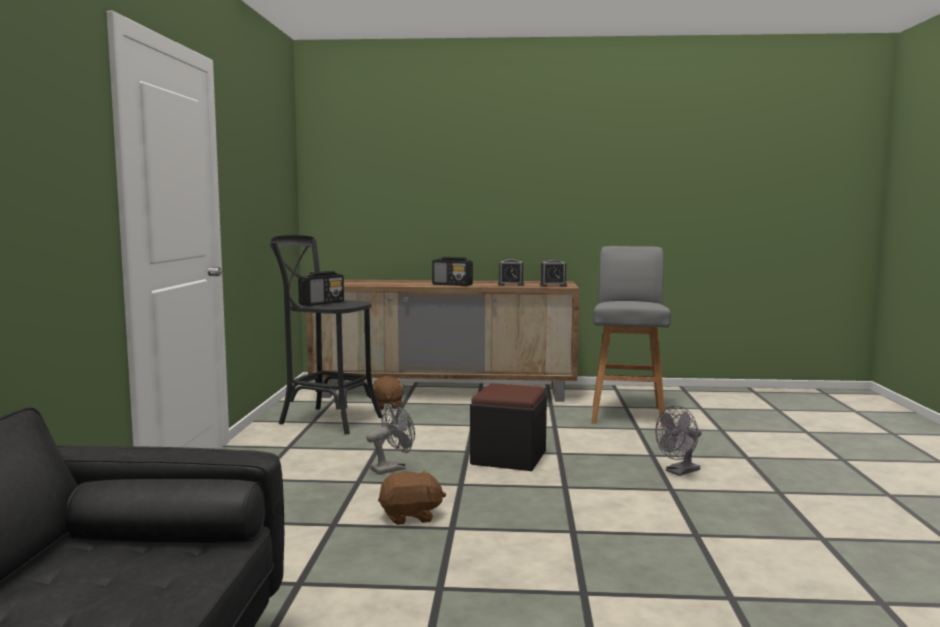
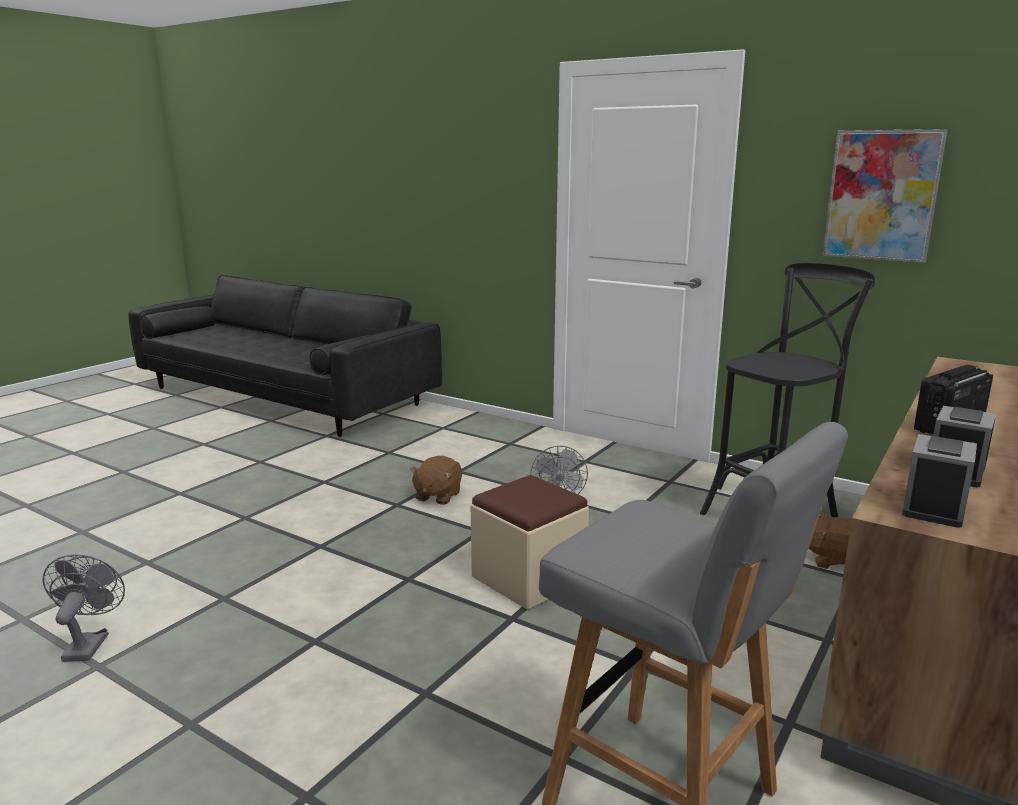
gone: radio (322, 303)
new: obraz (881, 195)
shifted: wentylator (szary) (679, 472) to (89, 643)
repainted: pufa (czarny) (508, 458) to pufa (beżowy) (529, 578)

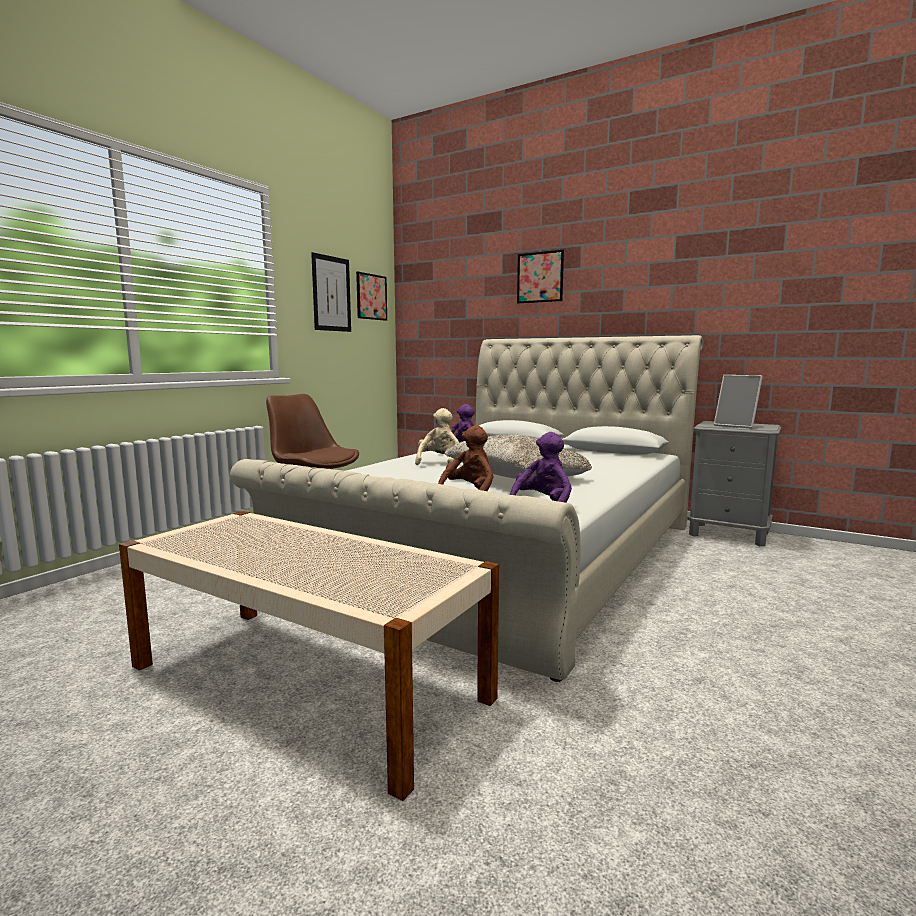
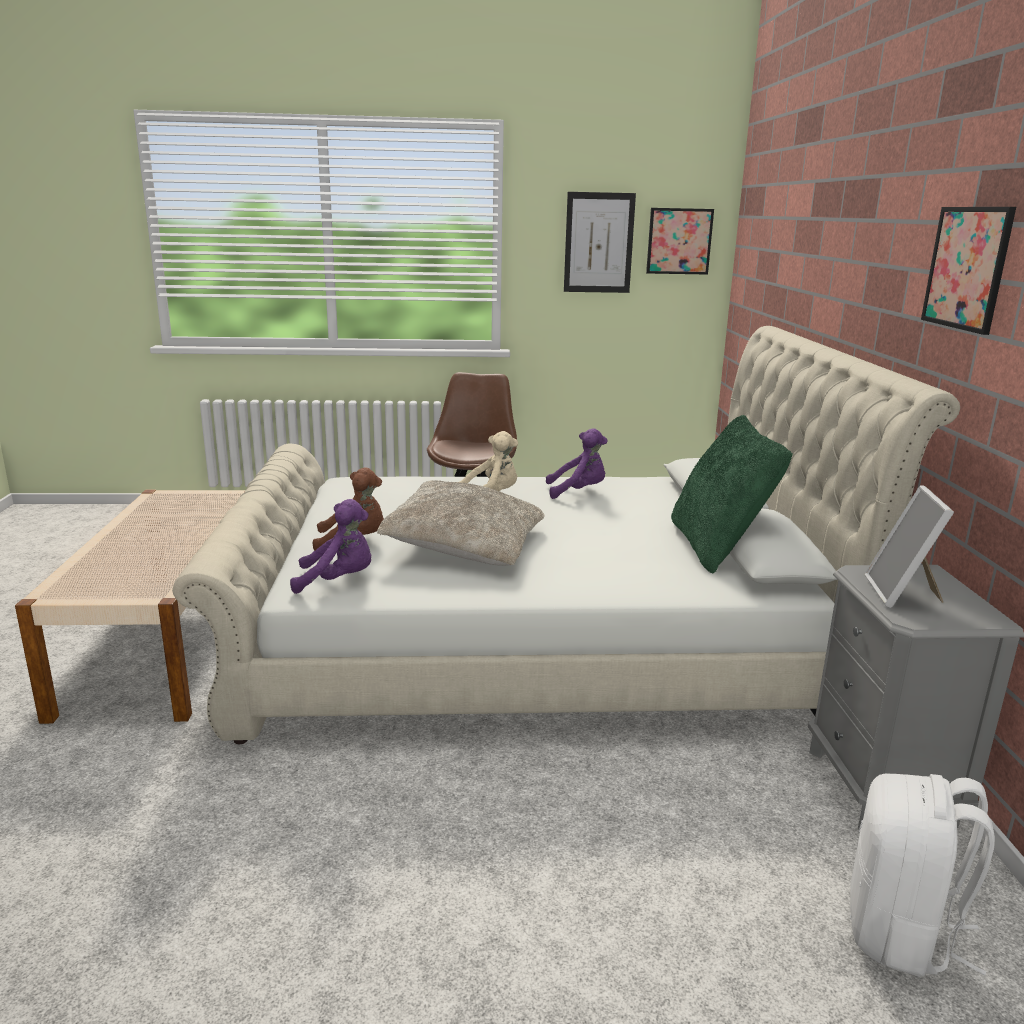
new: poduszka (zielony) (718, 546); plecak (biały) (901, 932)
shifted: obraz (540, 277) to (967, 268)

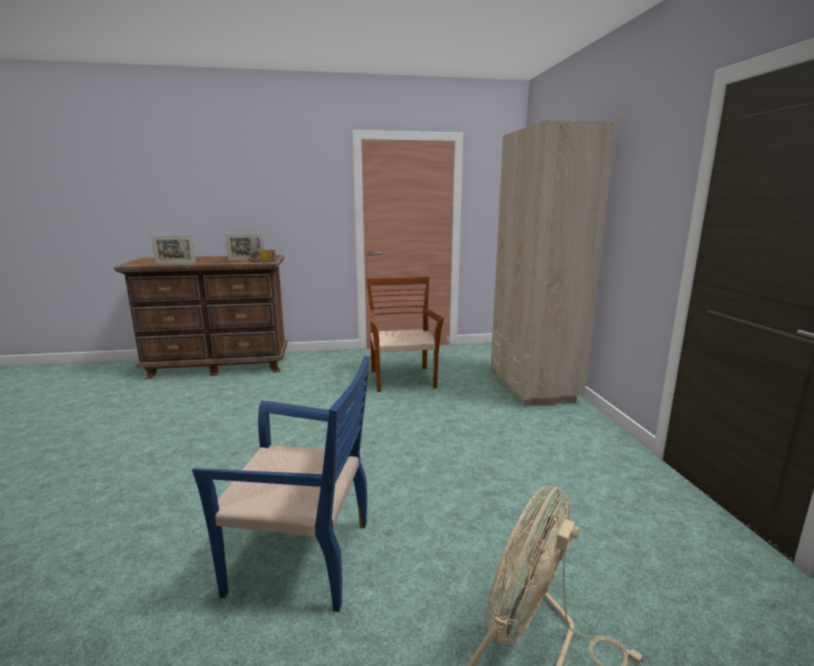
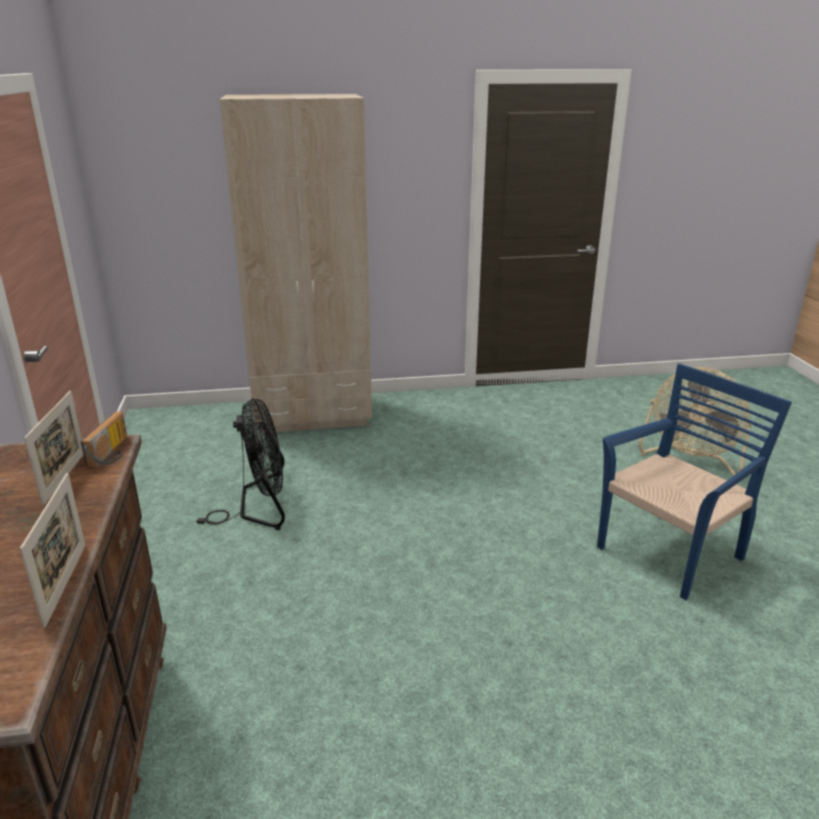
swapped: fotel (brązowy) (402, 379) to wentylator (czarny) (257, 504)
rotated: fotel (niebieski) (302, 557) = (670, 552) 45 degrees clockwise

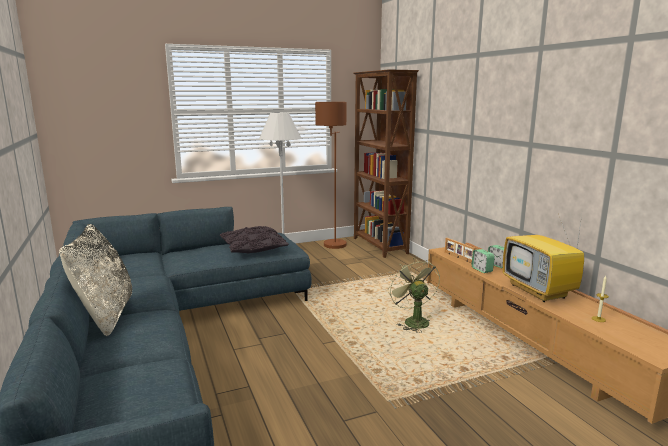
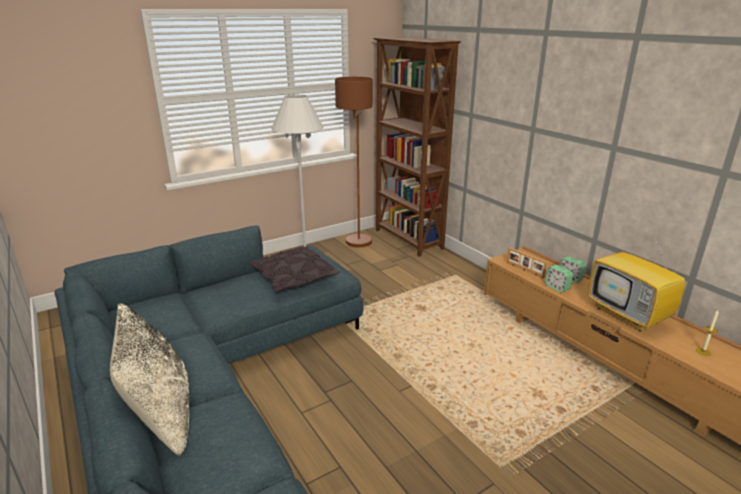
gone: wentylator (zielony) (413, 321)

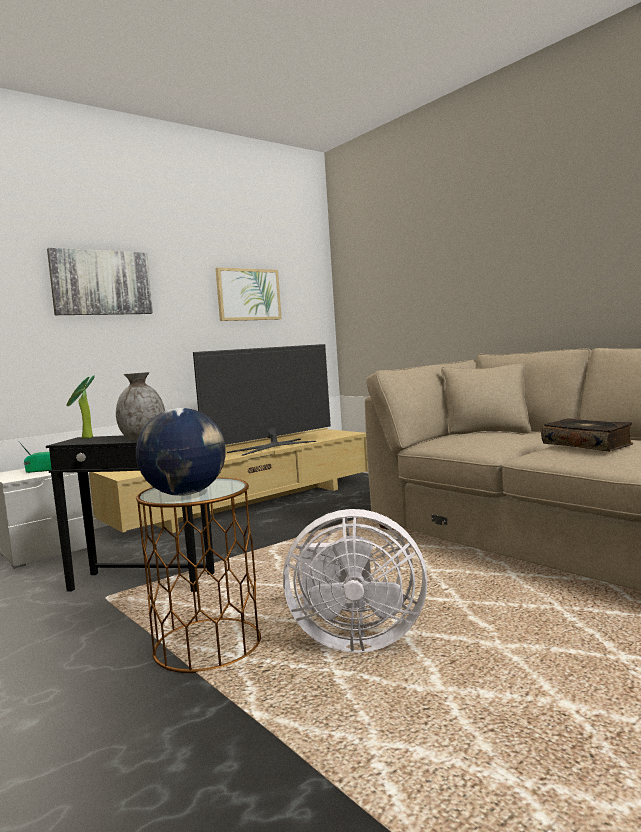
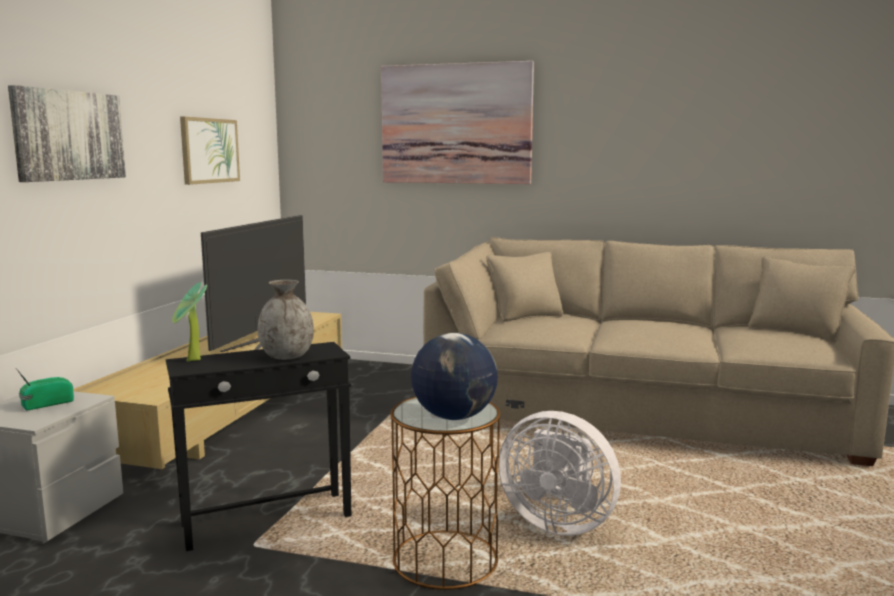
gone: książka (587, 444)
new: obraz (456, 124)
rotated: wentylator (biały) (354, 639) = (557, 522) 60 degrees clockwise

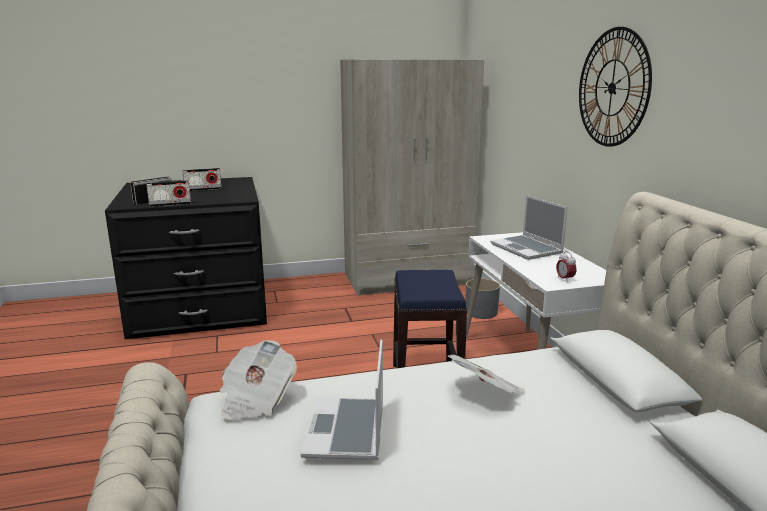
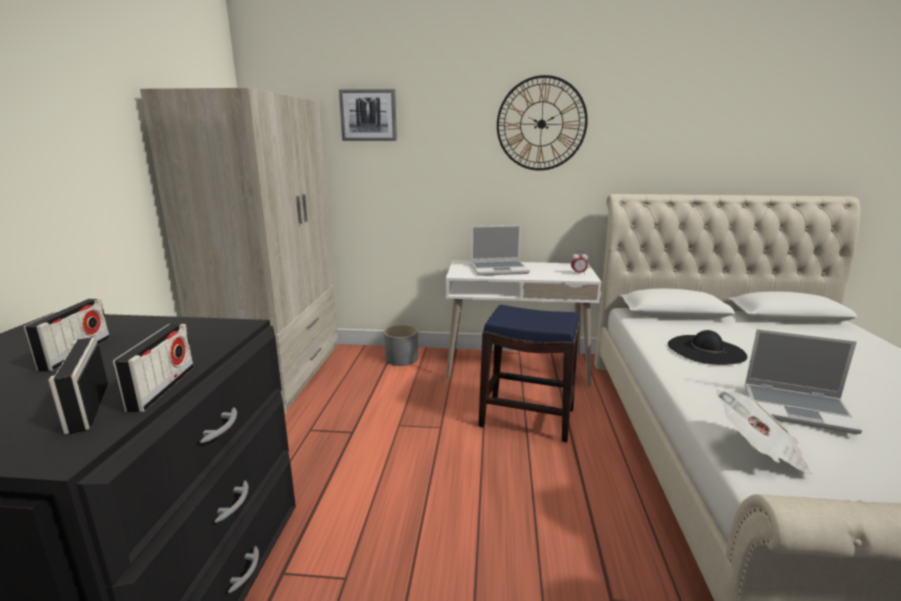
new: obraz (368, 115)
swapped: gazeta (486, 393) to kapelusz (czarny) (706, 350)

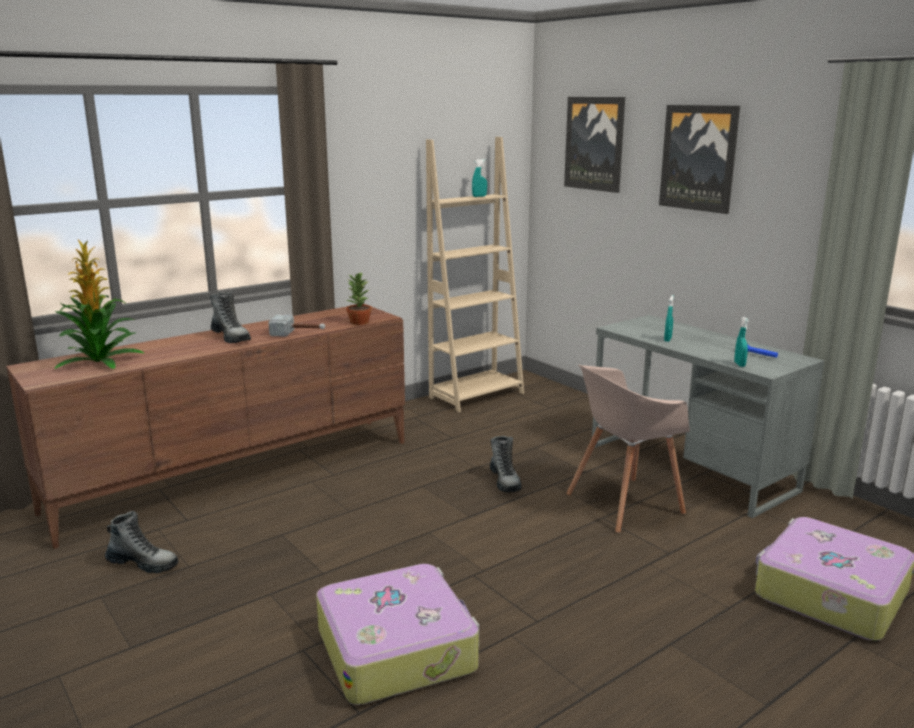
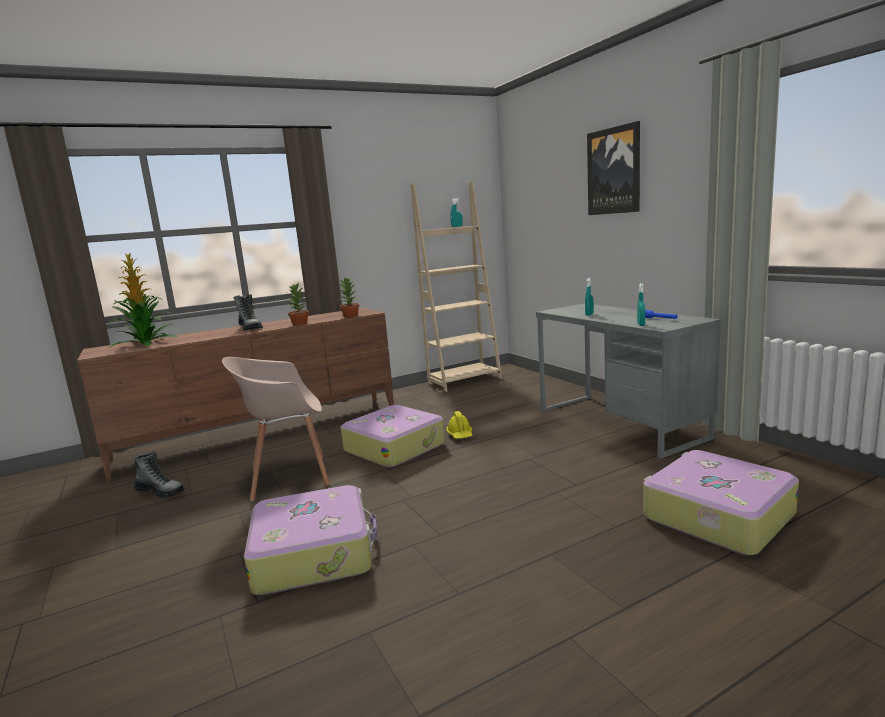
gone: obraz (595, 143)
new: walizka (395, 447)
shifted: krzesło (beżowy) (623, 504) to (288, 478)
swapped: młotek (298, 333) to roślina doniczkowa (299, 324); but z cholewką (505, 481) to kask (żółty) (460, 435)

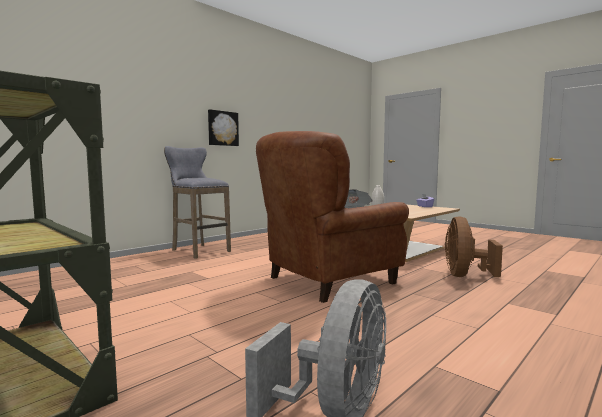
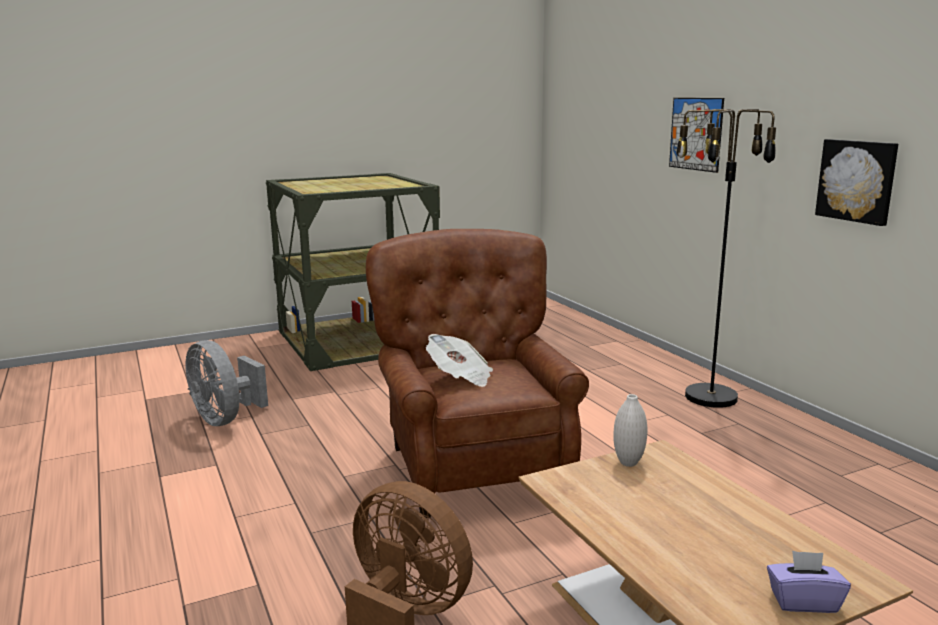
new: obraz (695, 134)
swapped: stołek (szary) (198, 250) to lampa stojąca (709, 397)

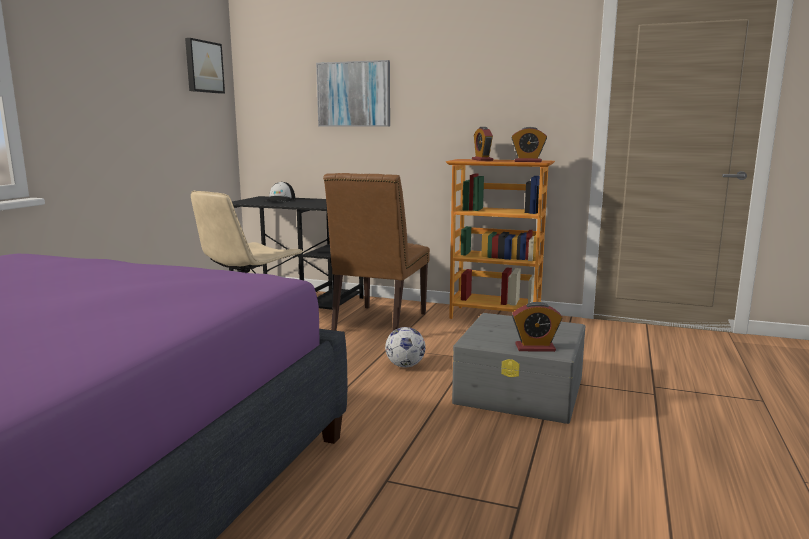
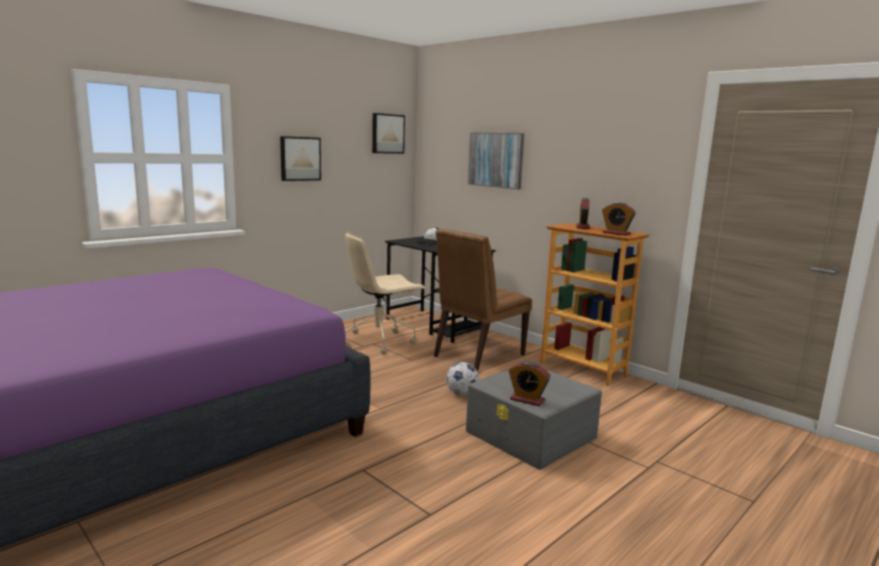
new: obraz (299, 158)

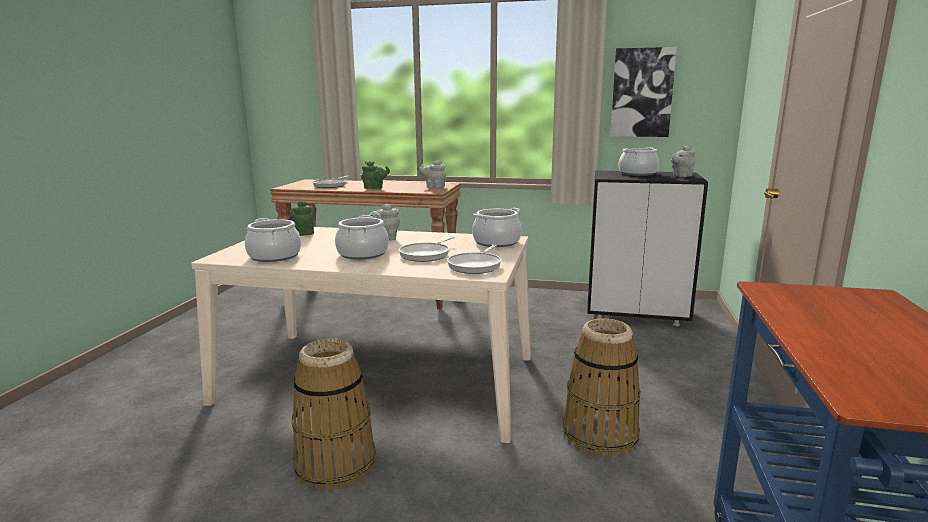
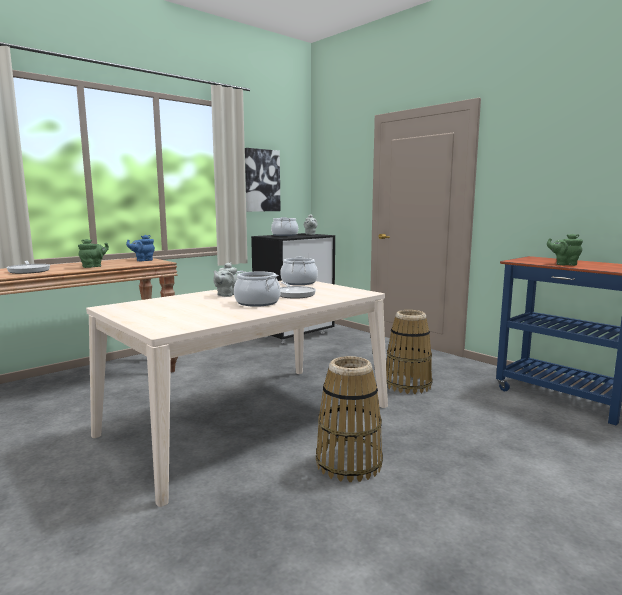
gone: garnek (274, 256); patelnia (476, 265)
shifted: imbryk (zielony) (304, 233) to (564, 264)
repainted: imbryk (szary) (434, 187) to imbryk (niebieski) (143, 260)

